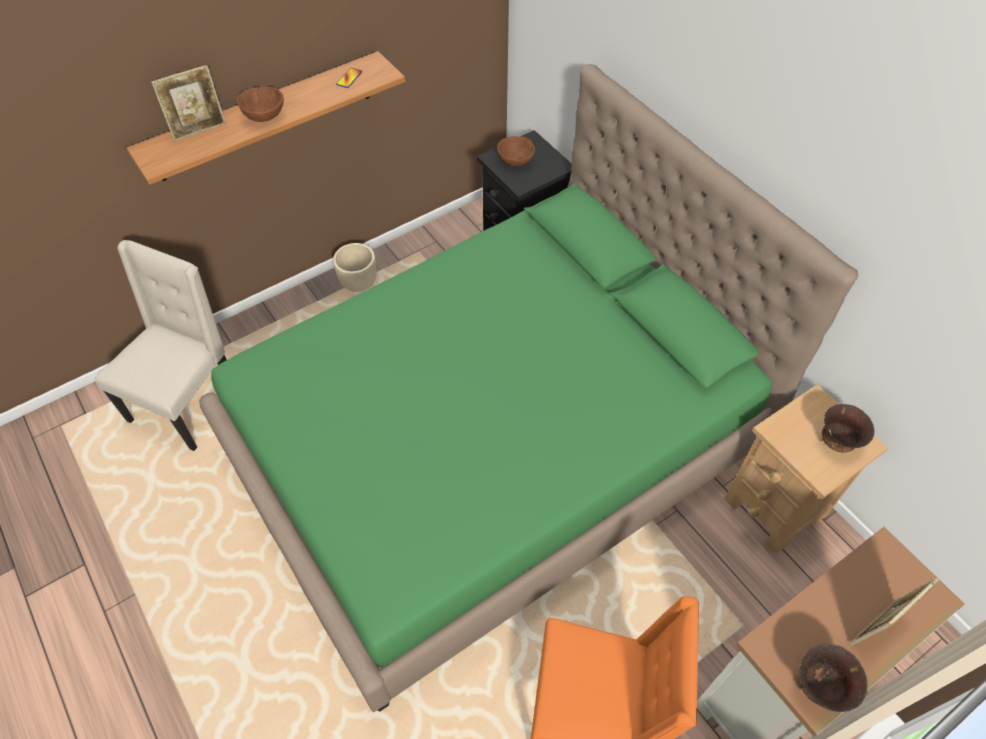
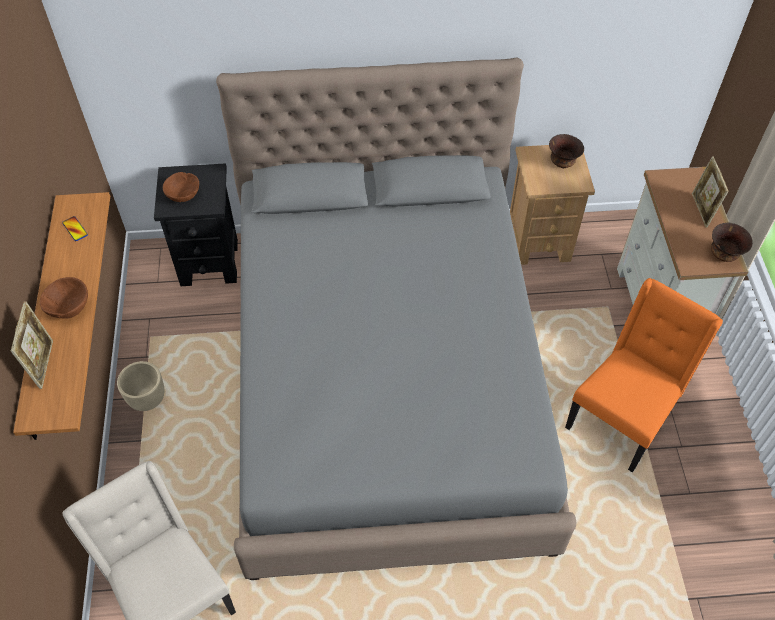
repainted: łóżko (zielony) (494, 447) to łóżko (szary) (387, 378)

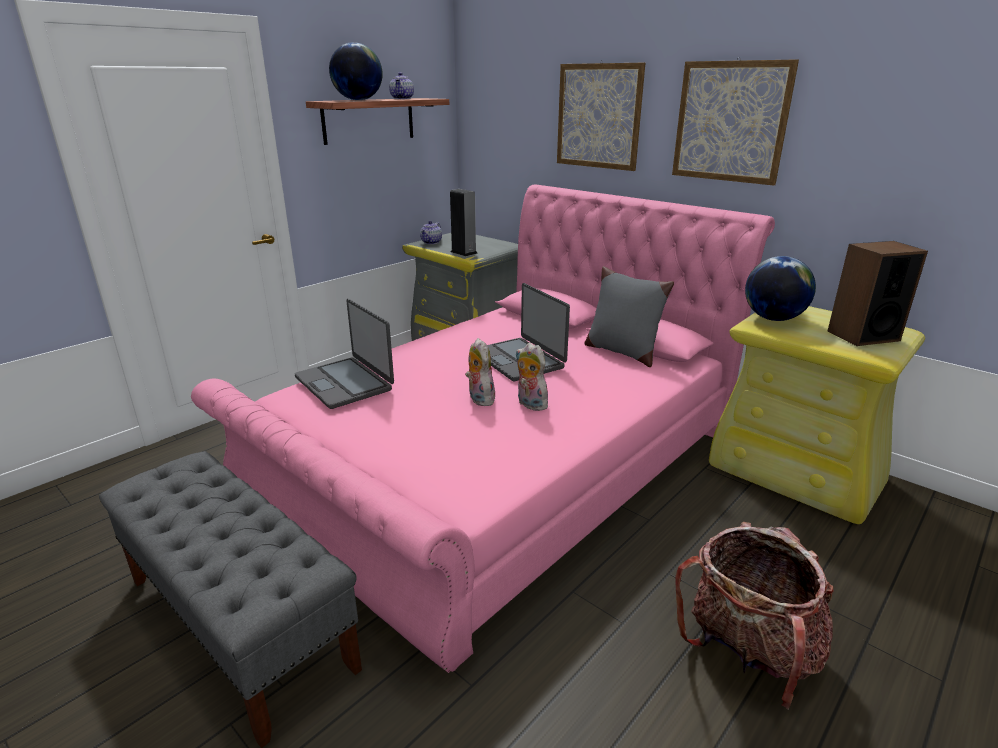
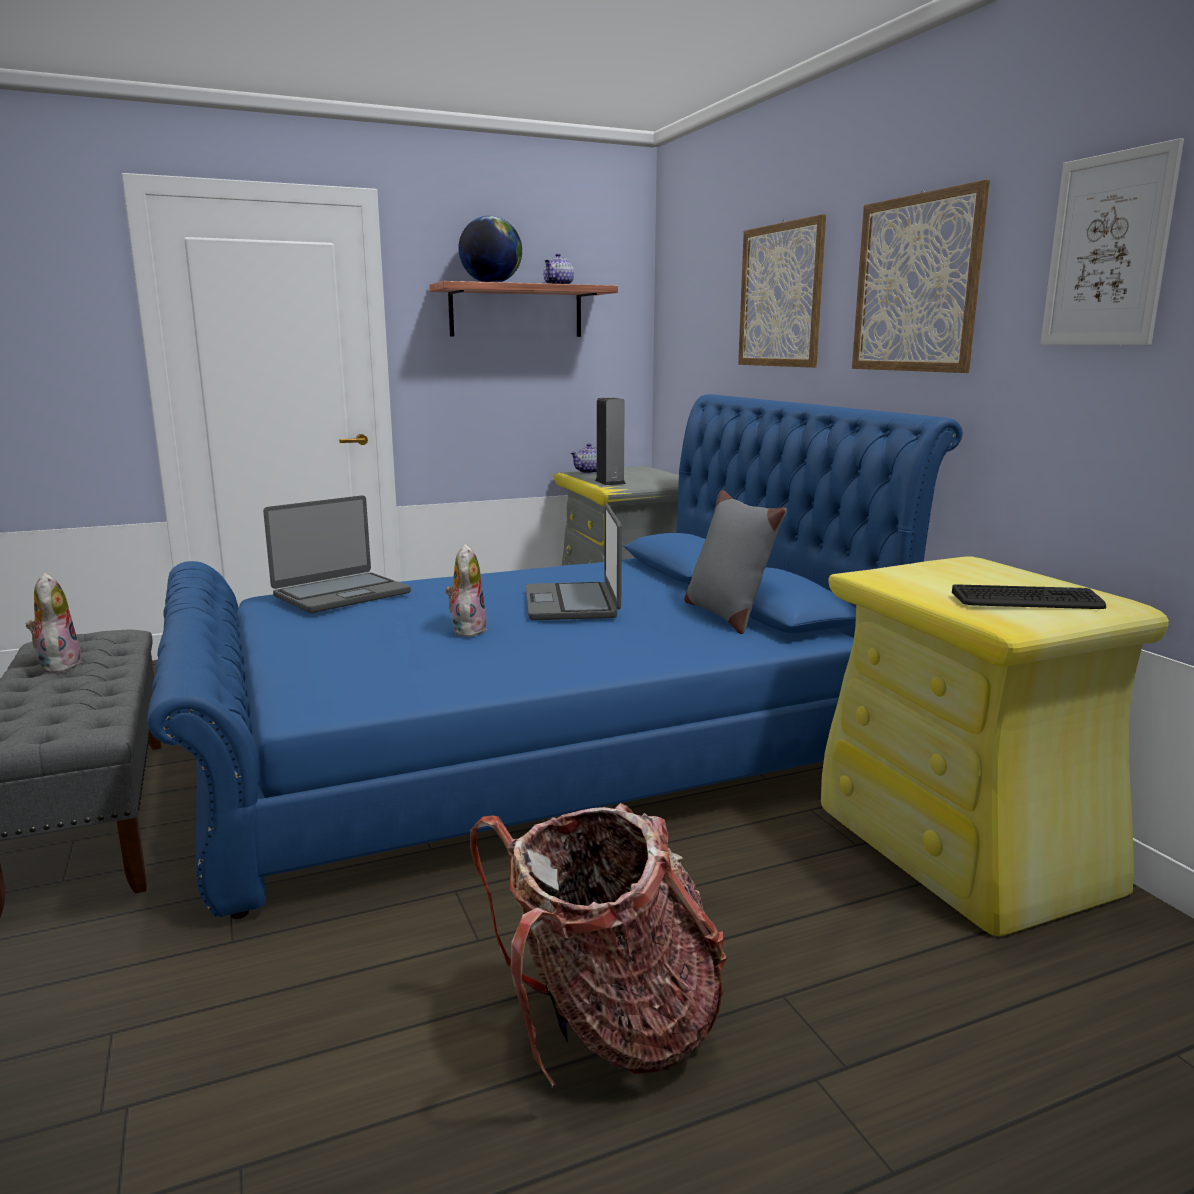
gone: globus (773, 318)
new: obraz (1107, 251)
shifted: pluszak (529, 404) to (58, 665)
swapped: głośnik (862, 336) to klawiatura (1027, 600)
repainted: łóżko (różowy) (502, 460) to łóżko (niebieski) (531, 742)
rotated: laptop (345, 383) = (341, 594) 120 degrees counterclockwise

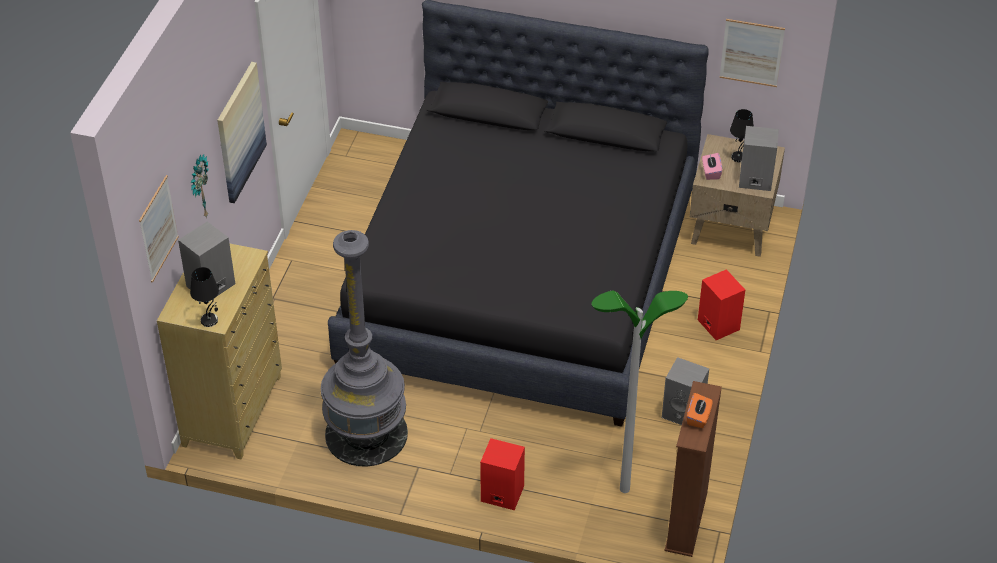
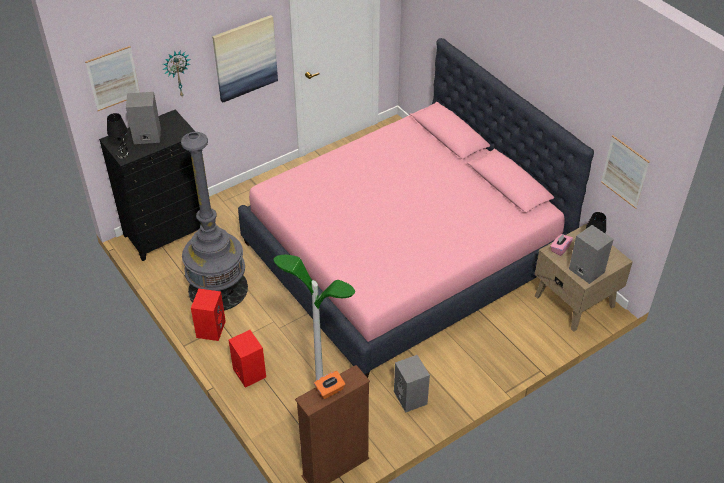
shifted: głośnik (czerwony) (717, 324) to (210, 328)
repainted: komoda (beżowy) (235, 410) to komoda (czarny) (169, 233); łóżko (czarny) (521, 276) to łóżko (różowy) (404, 253)

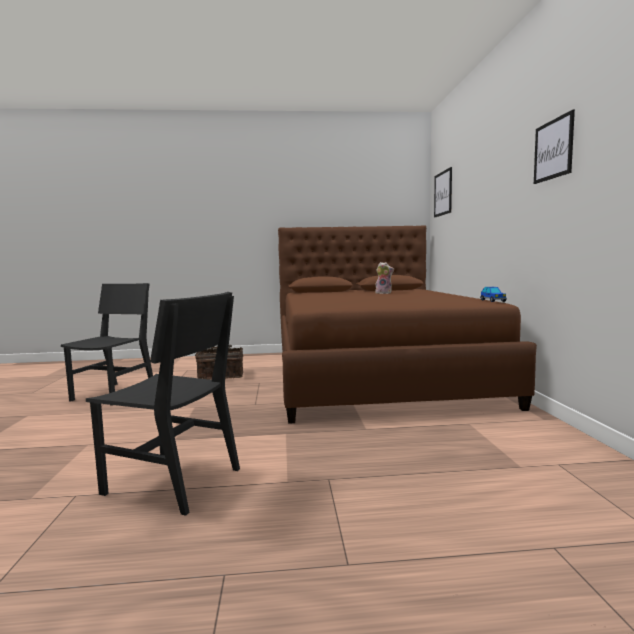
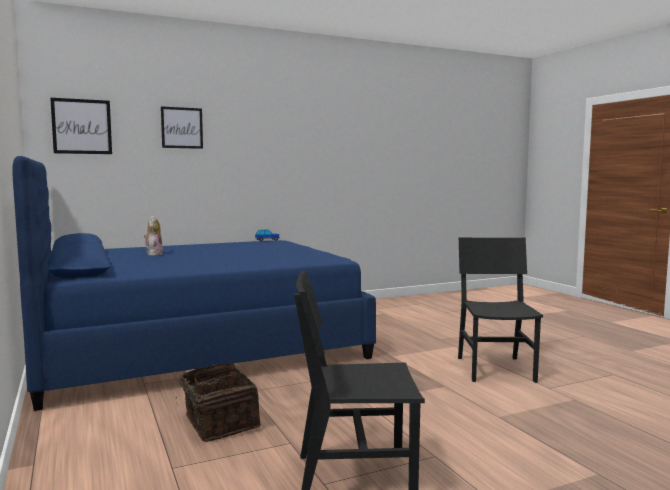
shifted: obraz (553, 149) to (182, 128)
repainted: łóżko (brązowy) (375, 374) to łóżko (niebieski) (198, 346)

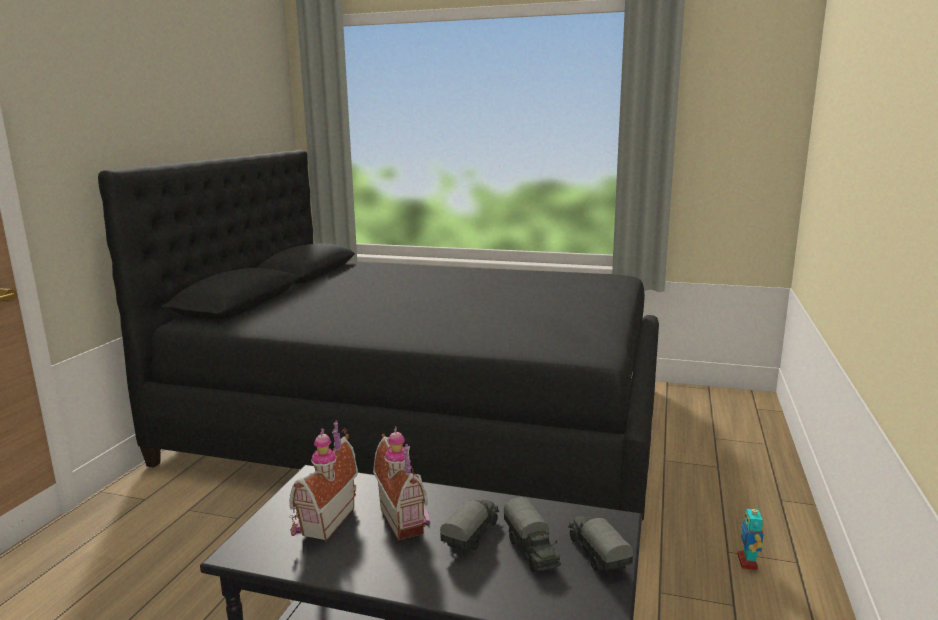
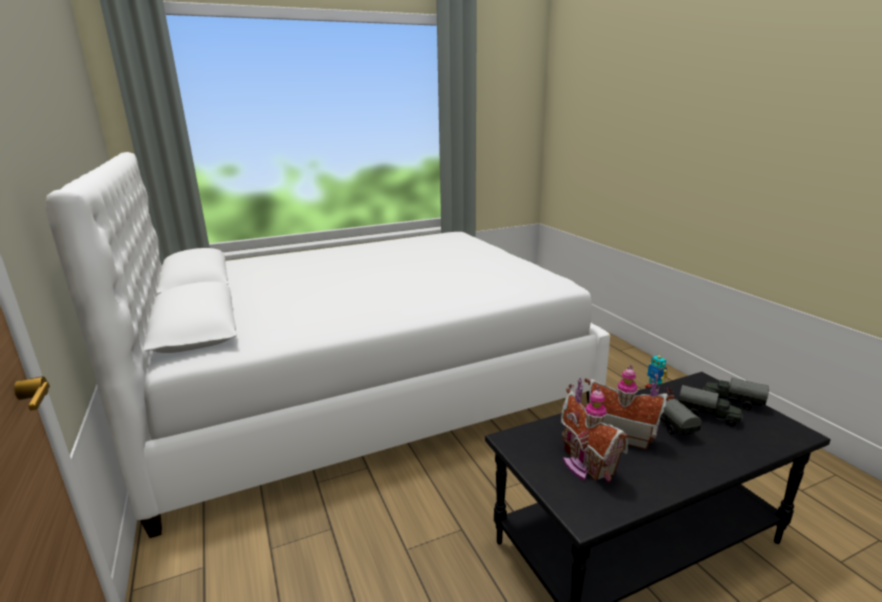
repainted: łóżko (czarny) (425, 422) to łóżko (biały) (365, 384)

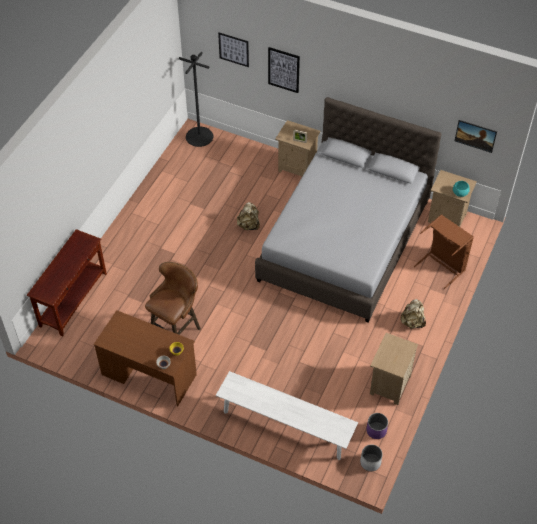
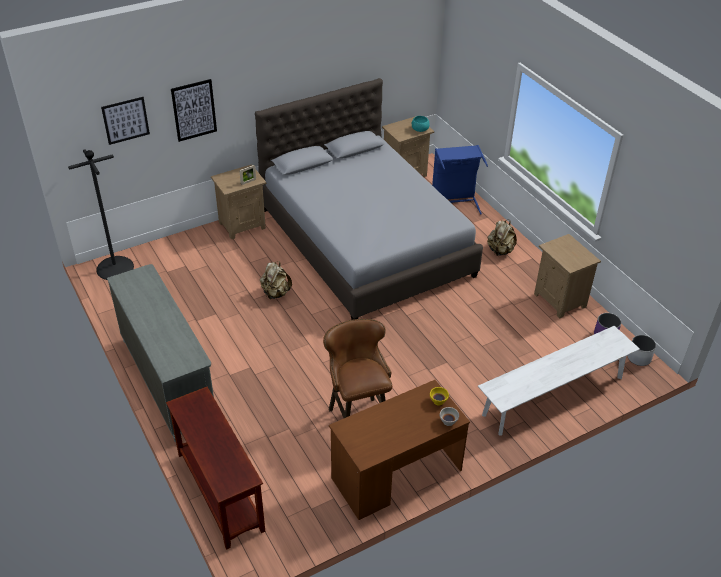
gone: obraz (474, 141)
new: komoda (szary) (168, 381)
repainted: kosz na pranie (brązowy) (442, 266) to kosz na pranie (niebieski) (454, 202)

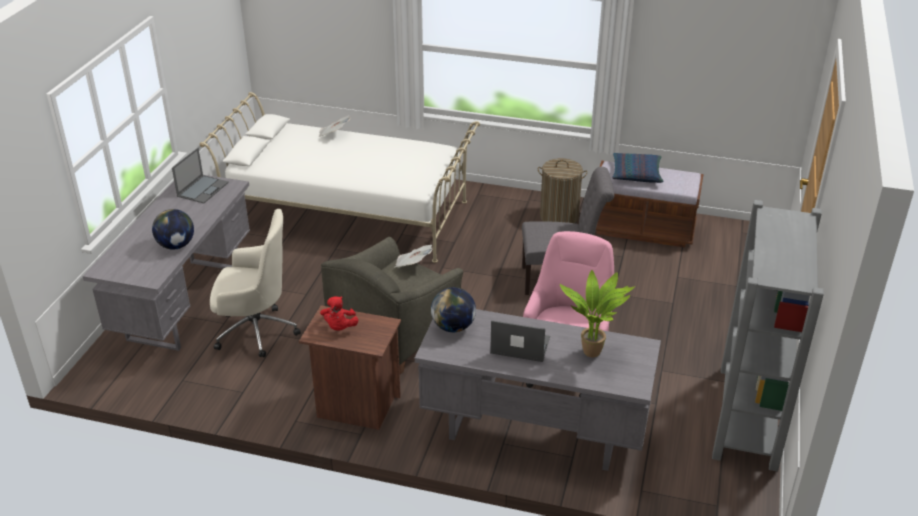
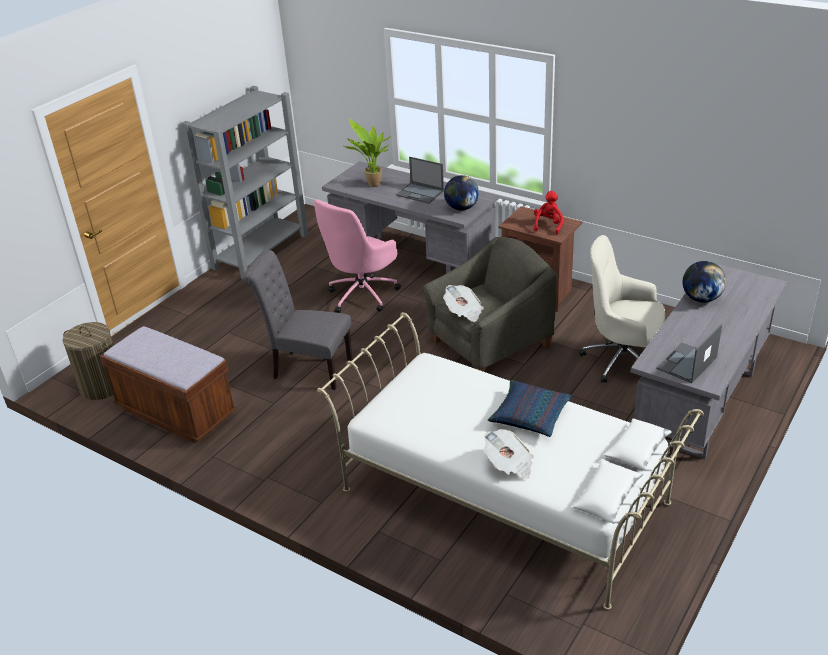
shifted: kosz na pranie (559, 217) to (102, 386); poduszka (niebieski) (636, 174) to (530, 416)

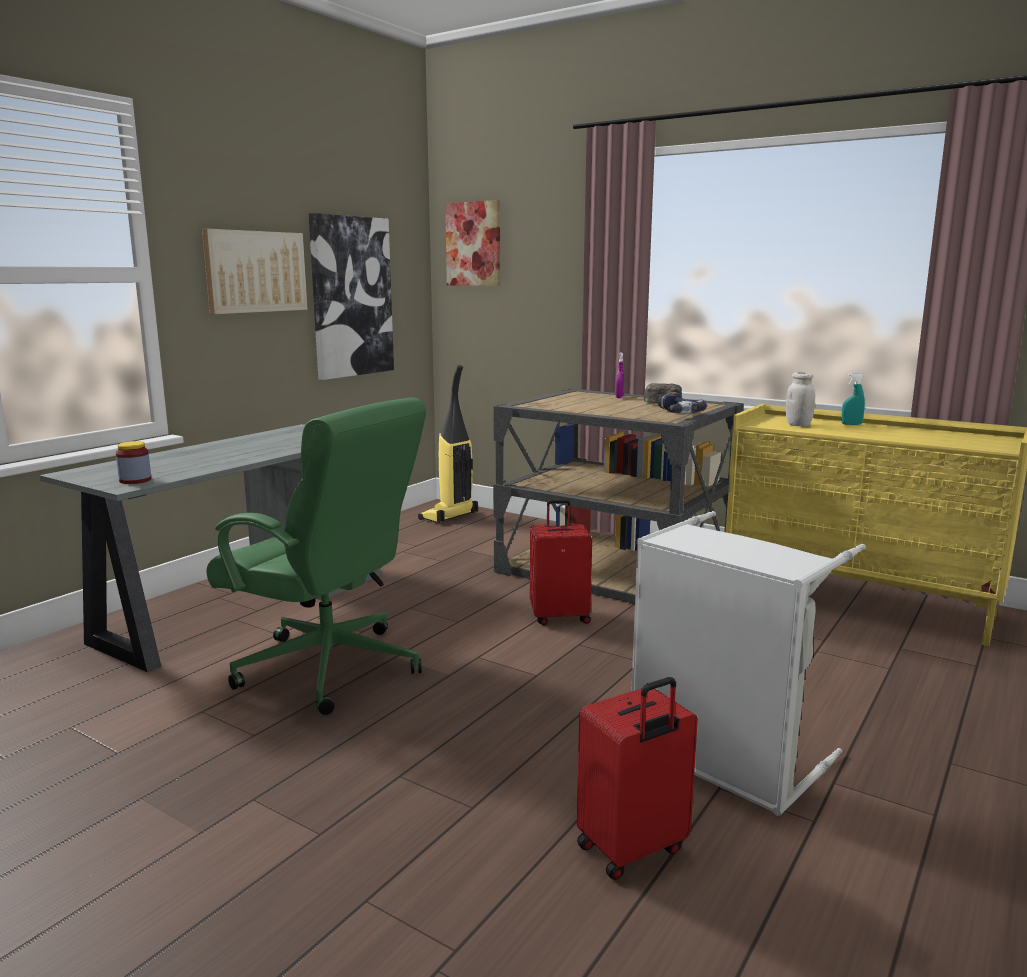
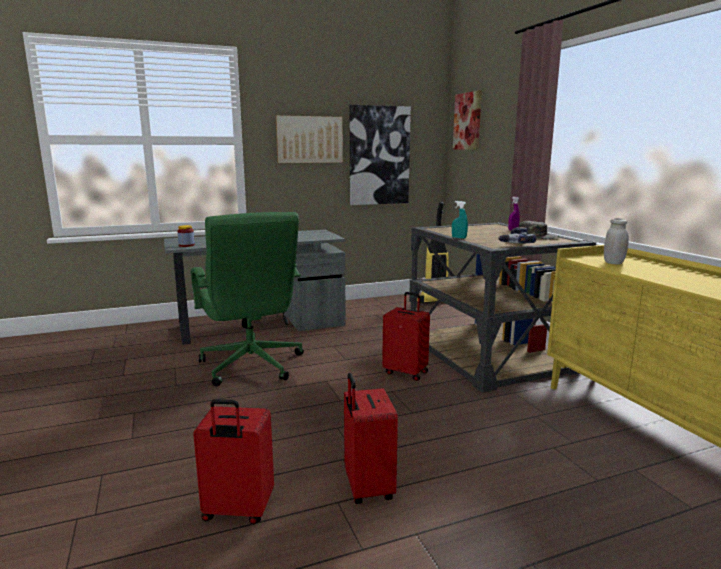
shifted: spryskiwacz (turkusowy) (851, 424) to (459, 238)
swapped: kosz na pranie (szary) (723, 760) to walizka (czerwony) (367, 488)

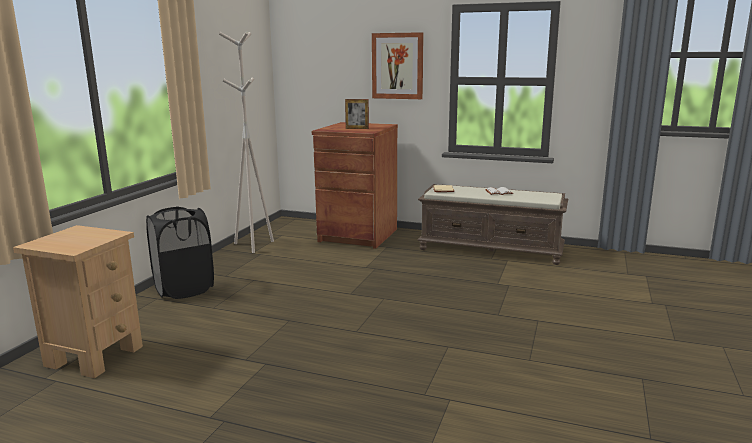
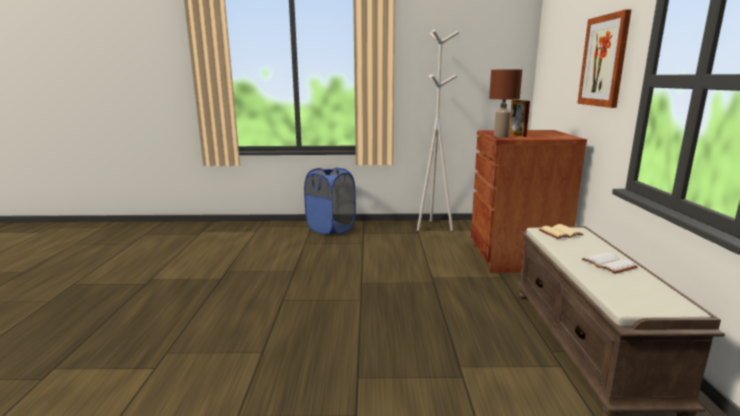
gone: szafka nocna (beżowy) (96, 356)
new: lampa stołowa (brązowy) (500, 136)
repainted: kosz na pranie (czarny) (184, 289) to kosz na pranie (niebieski) (331, 229)

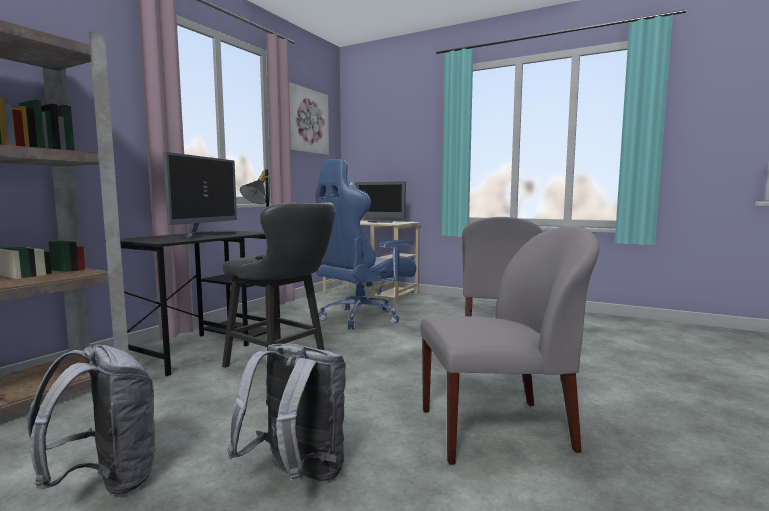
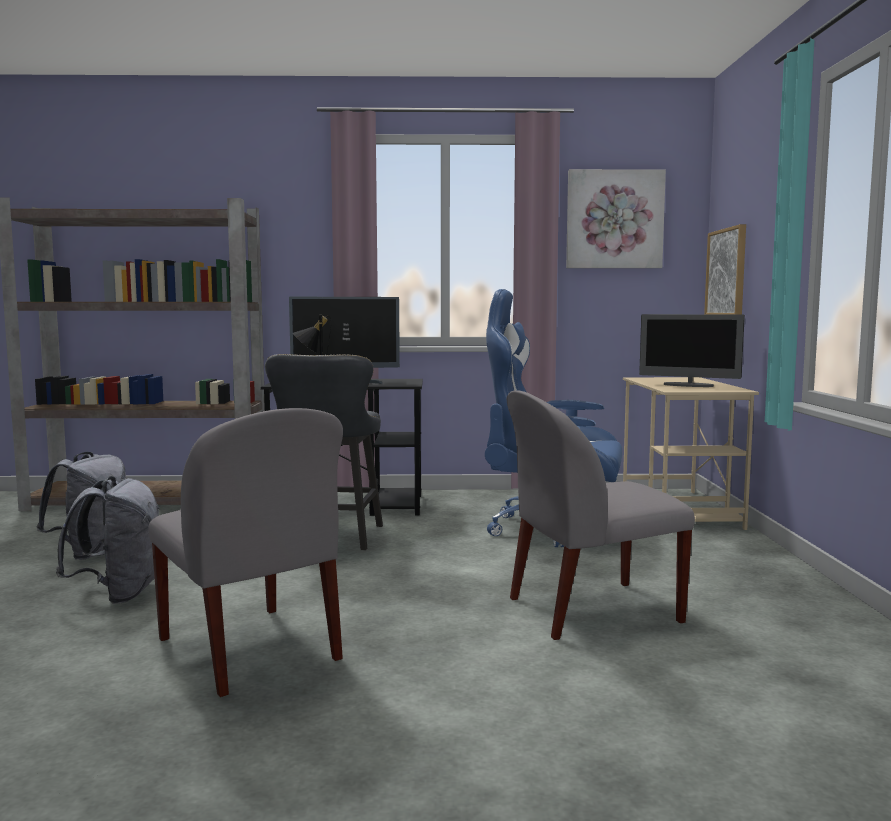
new: obraz (727, 272)
rotated: monitor (380, 222) = (688, 385) 60 degrees counterclockwise

